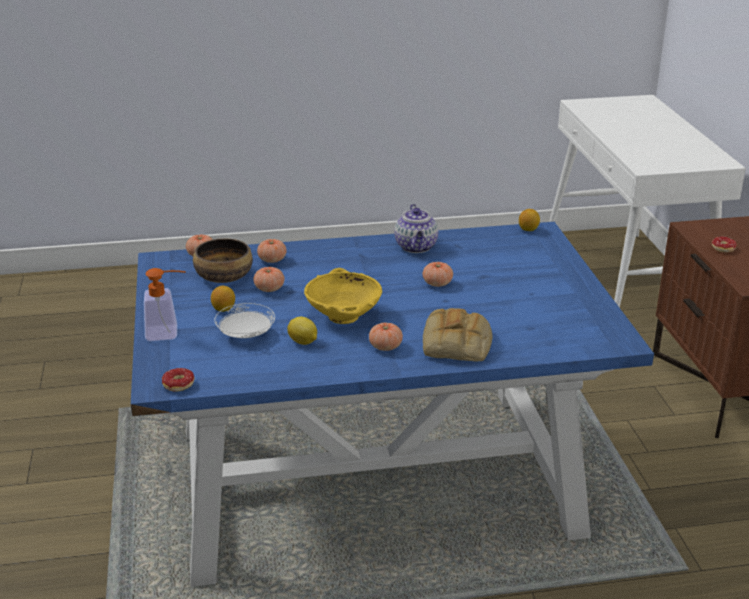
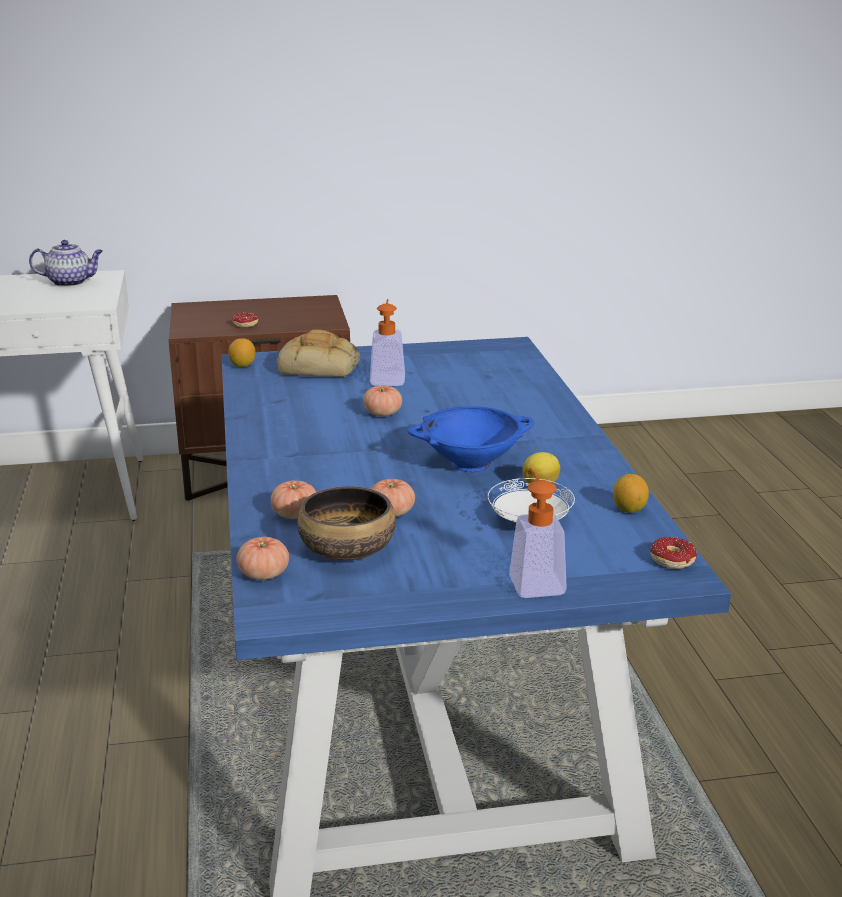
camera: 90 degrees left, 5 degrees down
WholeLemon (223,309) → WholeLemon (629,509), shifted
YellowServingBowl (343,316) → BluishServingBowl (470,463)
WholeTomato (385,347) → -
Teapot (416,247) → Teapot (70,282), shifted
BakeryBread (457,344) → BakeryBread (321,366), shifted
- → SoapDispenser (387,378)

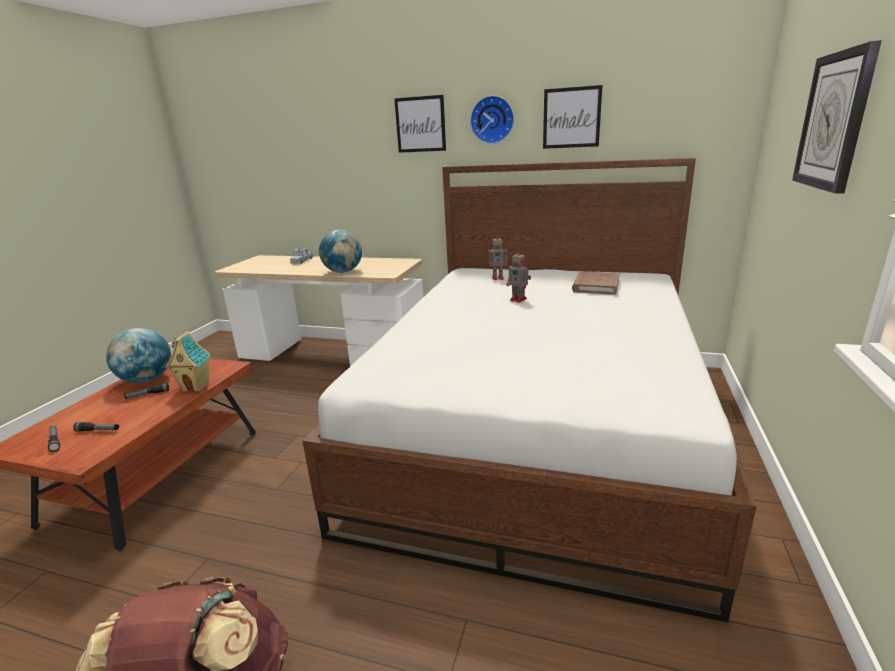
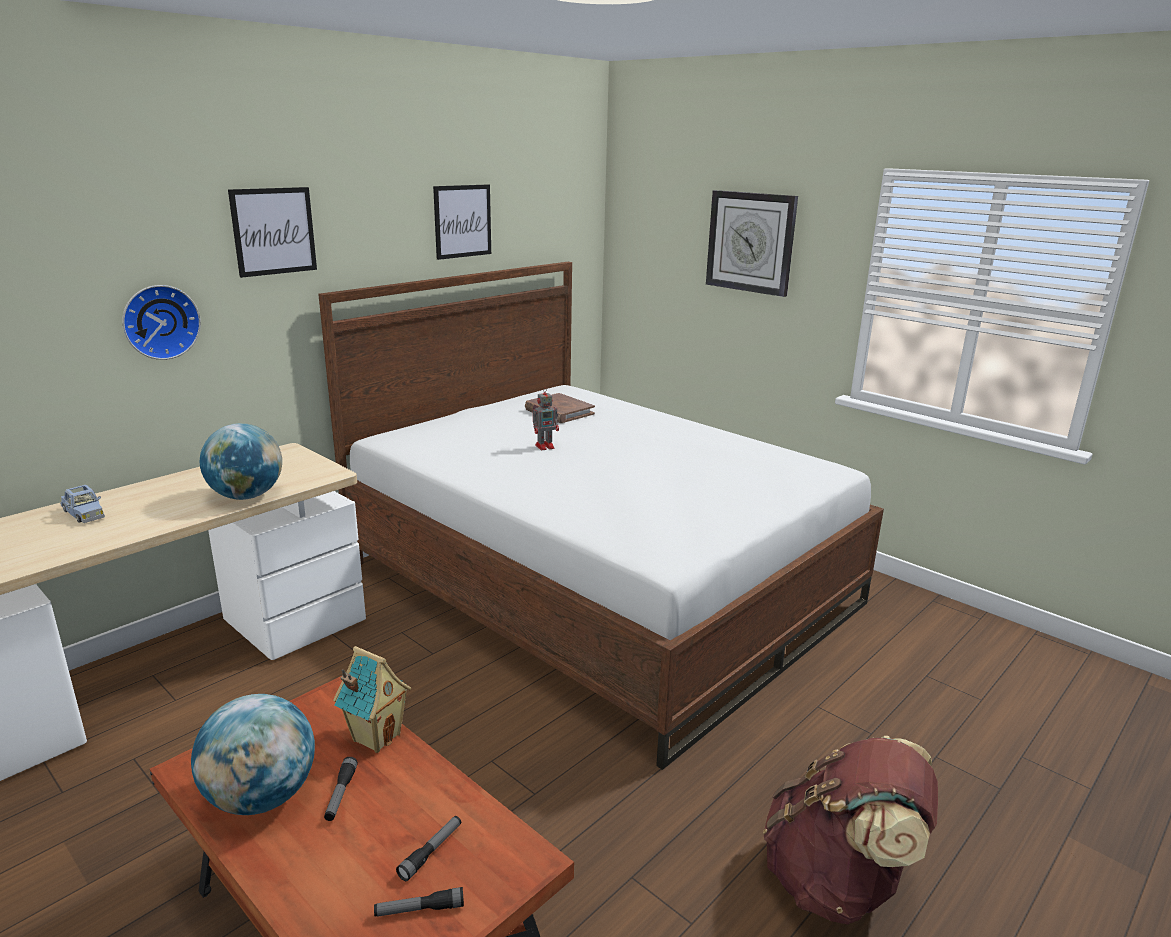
camera: 65 degrees left, 0 degrees up
ClockOnTheWall (492,120) → ClockOnTheWall (160,321), shifted
ToyRobot (498,278) → -

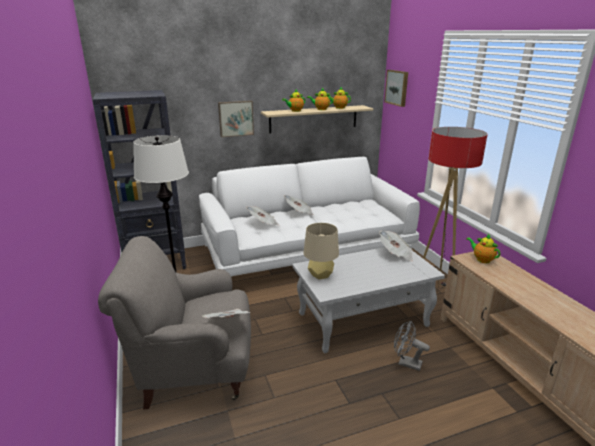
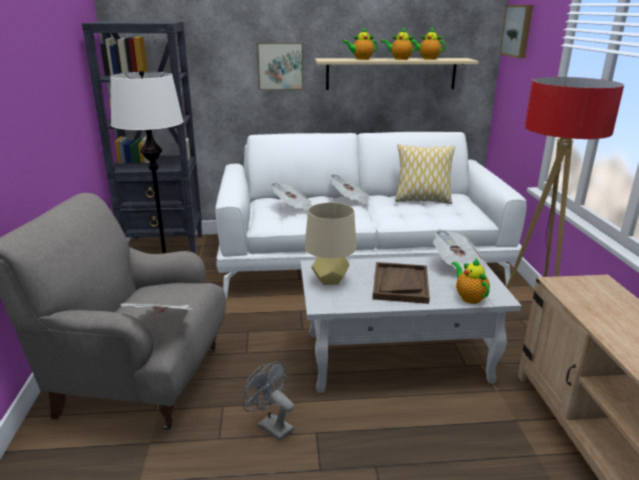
camera: 15 degrees right, 0 degrees up
GrayCoolingFan (406,363) → GrayCoolingFan (270,425), shifted
Teapot (482,259) → Teapot (469,297), shifted
- → BrownishServingTray (400,284)
- → Cushion (422,200)

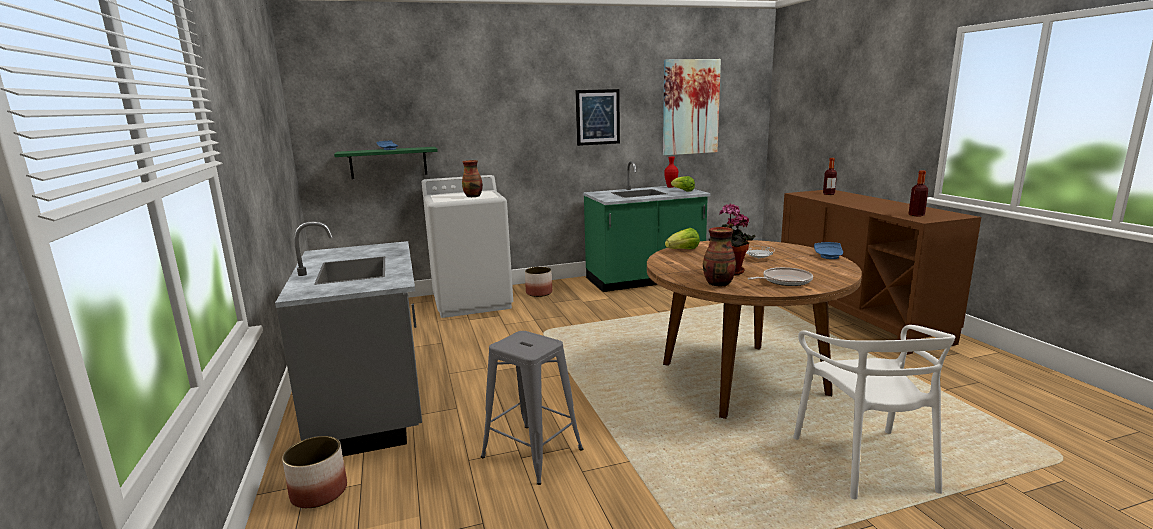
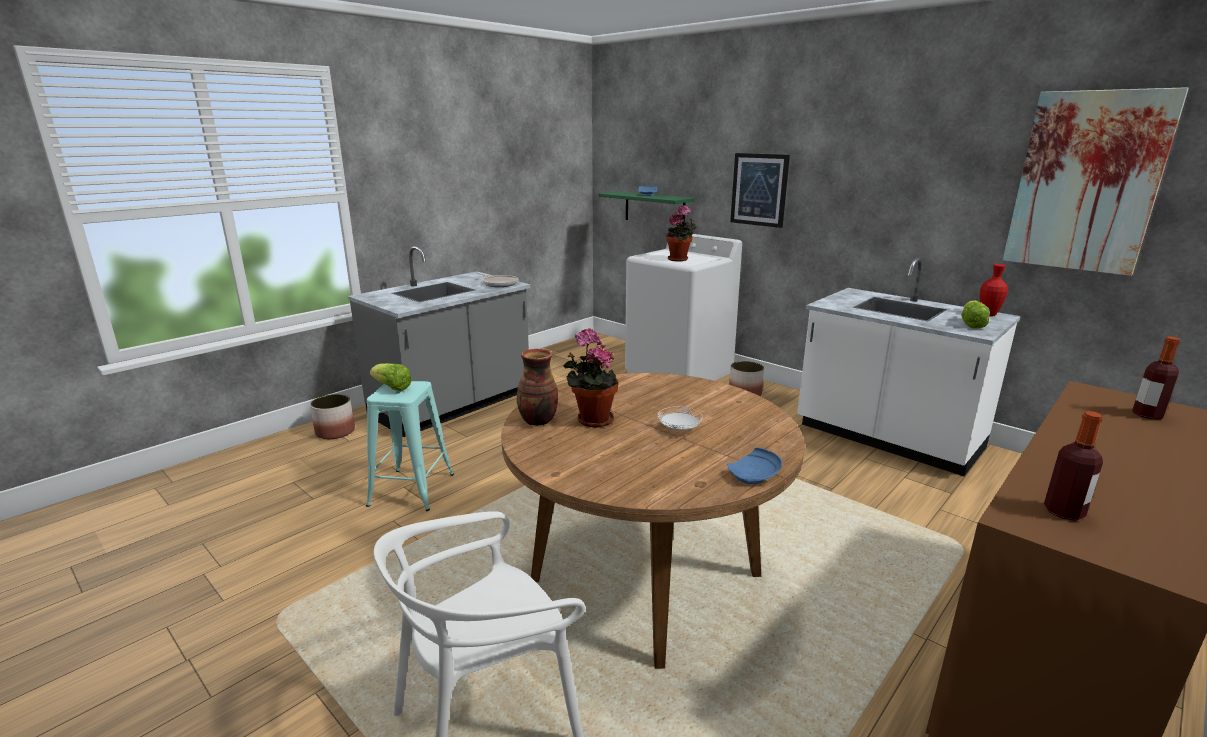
camera: 60 degrees right, 5 degrees up
FlowerVase (473,196) → PottedPlant (679,259)
GrayStool (532,453) → TurquoiseStool (412,489)
WallPicture (597,117) → WallPicture (759,189), shifted
GreenColouredCounter (644,280) → WhitishCounter (887,438)
LettuceHead (683,250) → LettuceHead (392,388), shifted
Pan (784,281) → Pan (499,284), shifted

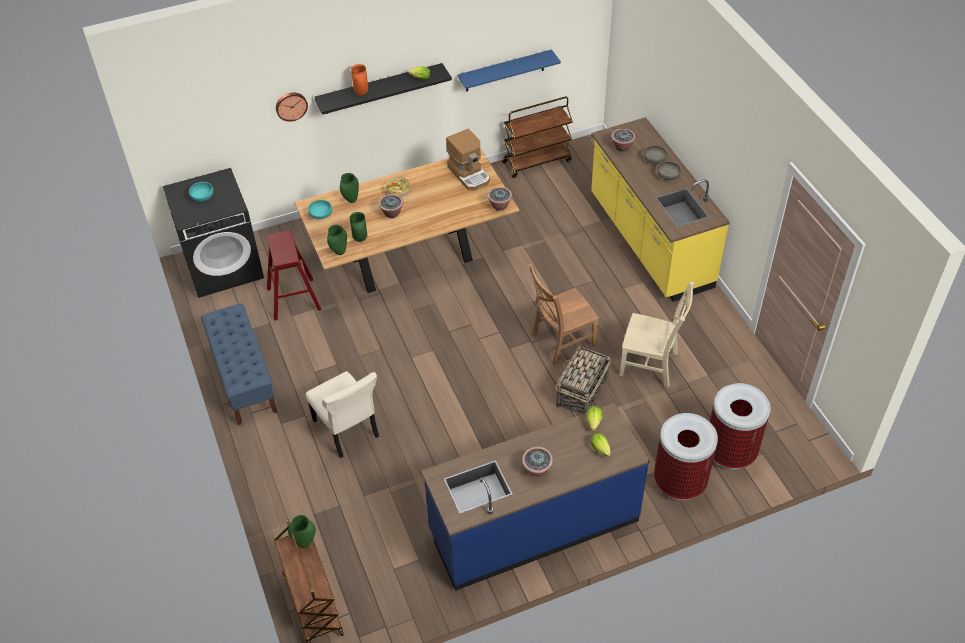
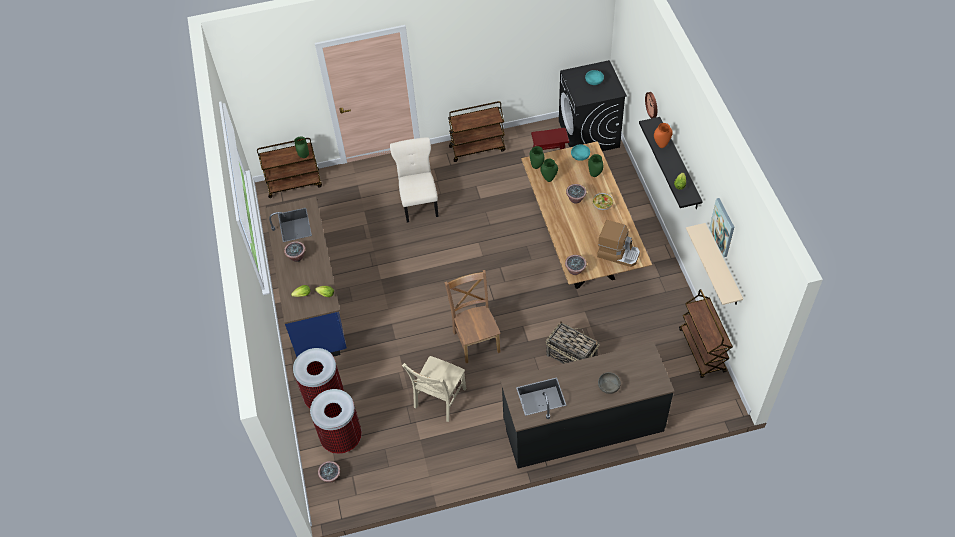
camera: 100 degrees right, 5 degrees up
BluishBench (243,378) → BrownishTrolley (477,148)
BeigeChair (347,431) → BeigeChair (419,203), 105 degrees clockwise
CoffeeMachine (469,174) → CoffeeMachine (618,253), 135 degrees counterclockwise
BluishBracketShelf (505,71) → BeigeBracketShelf (722,266)
HouseholdBasket (581,393) → HouseholdBasket (571,356), shifted
YellowCounter (649,241) → BlackColouredCounter (583,426)
PottedPlant (622,147) → PottedPlant (331,476), shifted
GrayServingBowl (668,176) → -
- → WallPicture (723,227)

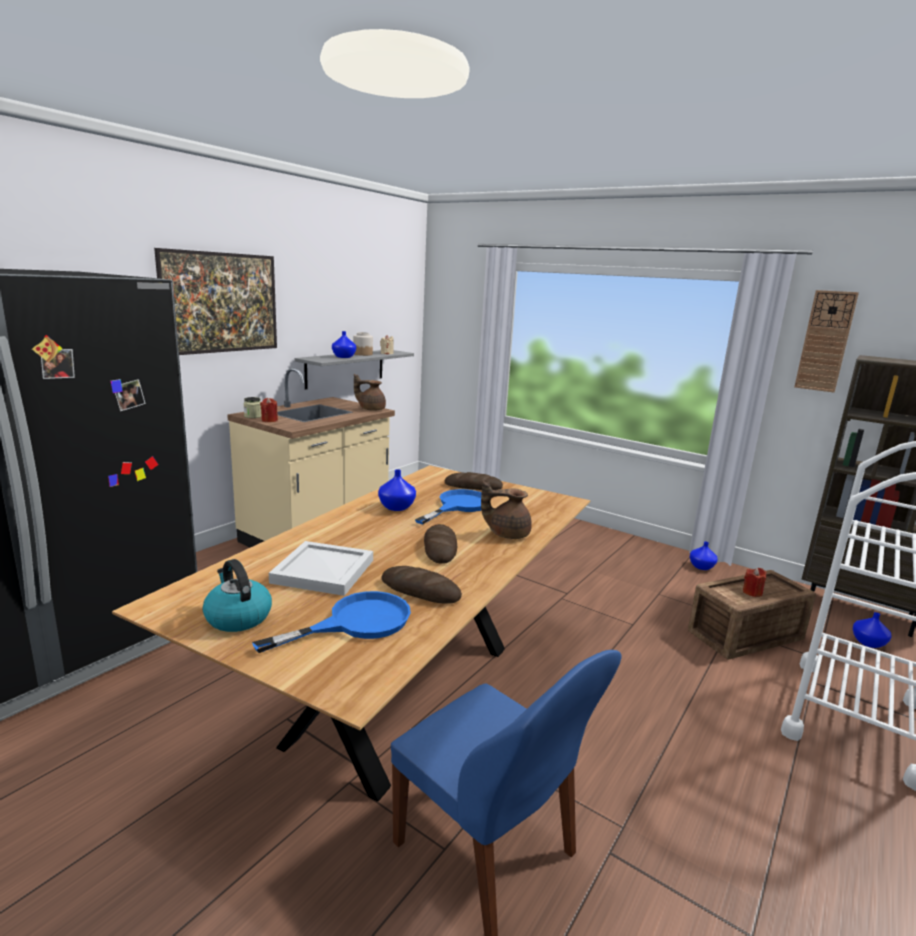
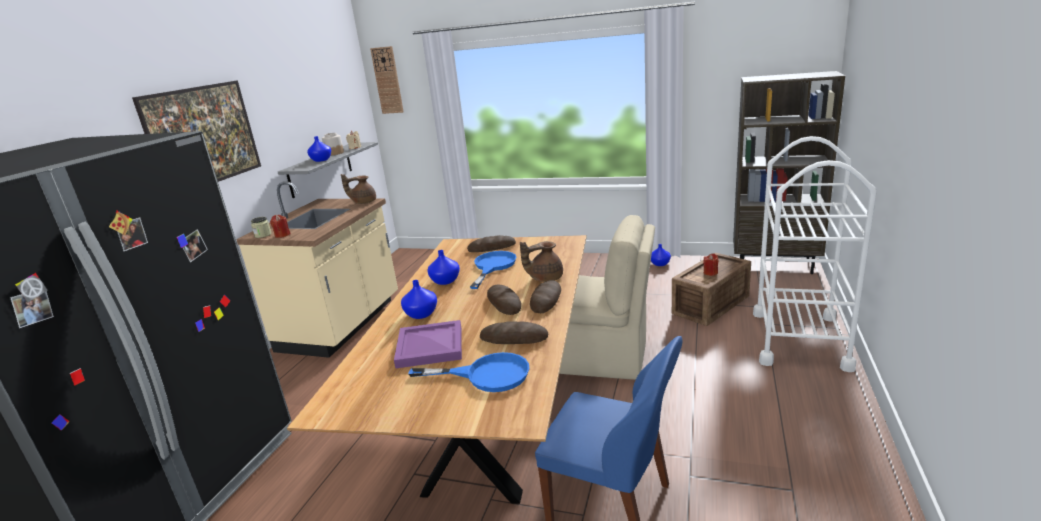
camera: 15 degrees left, 5 degrees up
TeaKettle (237,617) → -
BluishPan (356,622) → BluishPan (486,375), 60 degrees clockwise
WhitishServingTray (322,570) → PurpleServingTray (429,346)
ClockOnTheWall (825,341) → ClockOnTheWall (387,80), shifted
BluishFlowerVase (868,642) → BluishFlowerVase (421,314), shifted
- → BakeryBread (546,300)
- → BeigeChair (600,357)

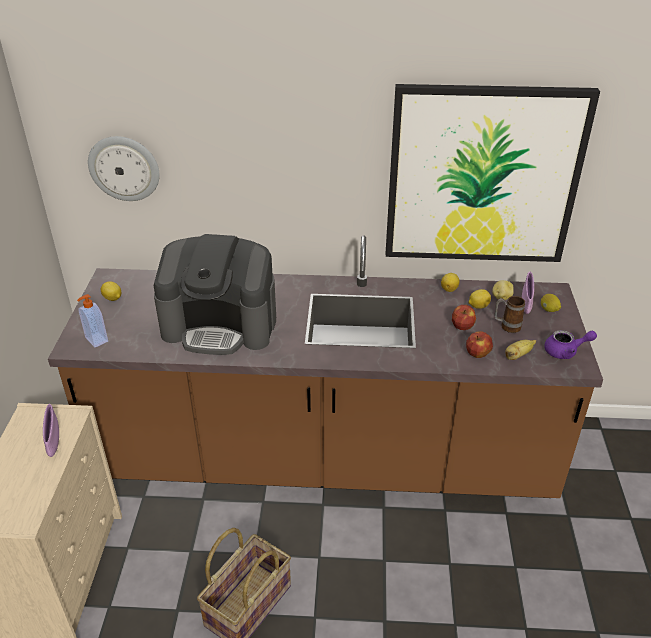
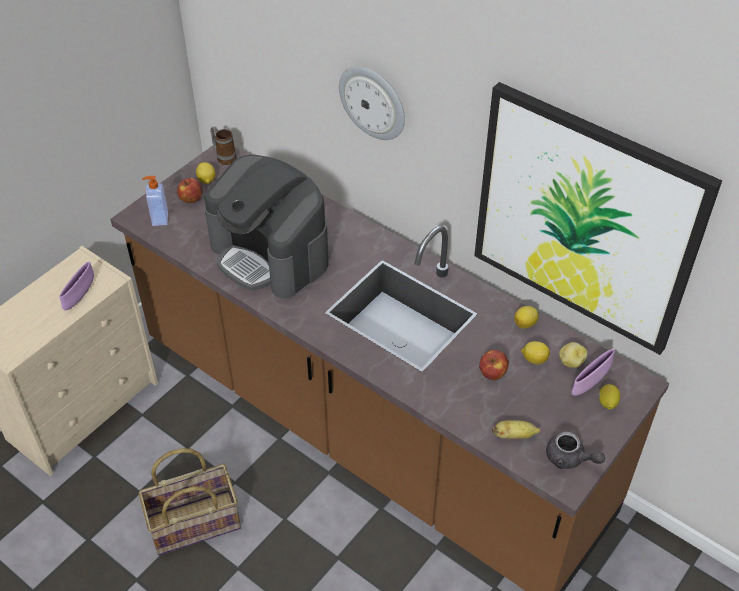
camera: 35 degrees right, 10 degrees up
ClockOnTheWall (124,168) → ClockOnTheWall (373,102), shifted
WholeApple (478,354) → WholeApple (191,199), shifted
Mug (506,326) → Mug (224,157), shifted
PurpleTeapot (565,352) → GrayTeapot (569,459)

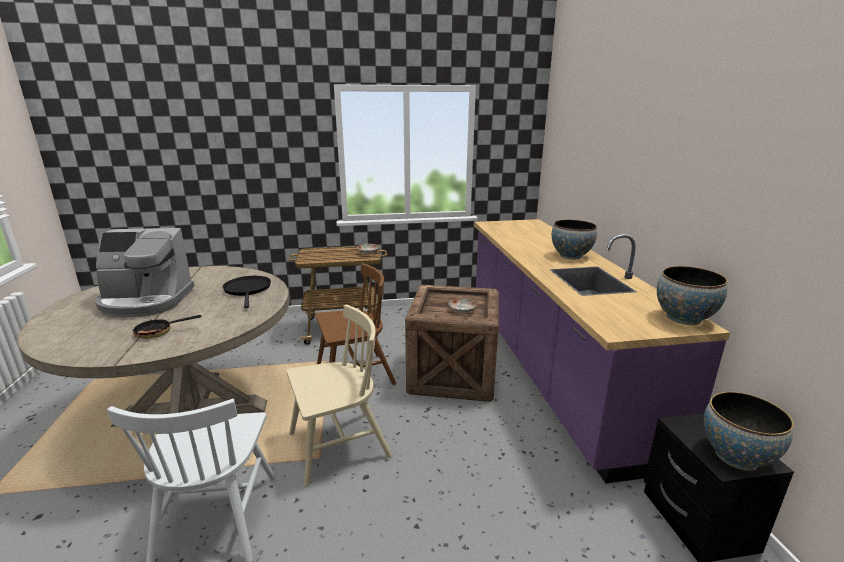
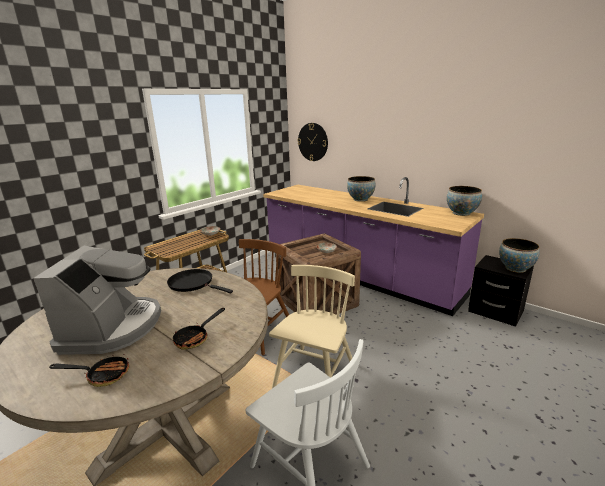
camera: 40 degrees left, 0 degrees up
CoffeeMachine (146,301) → CoffeeMachine (113,327), 45 degrees counterclockwise
- → Pan (102,375)
- → ClockOnTheWall (313,142)

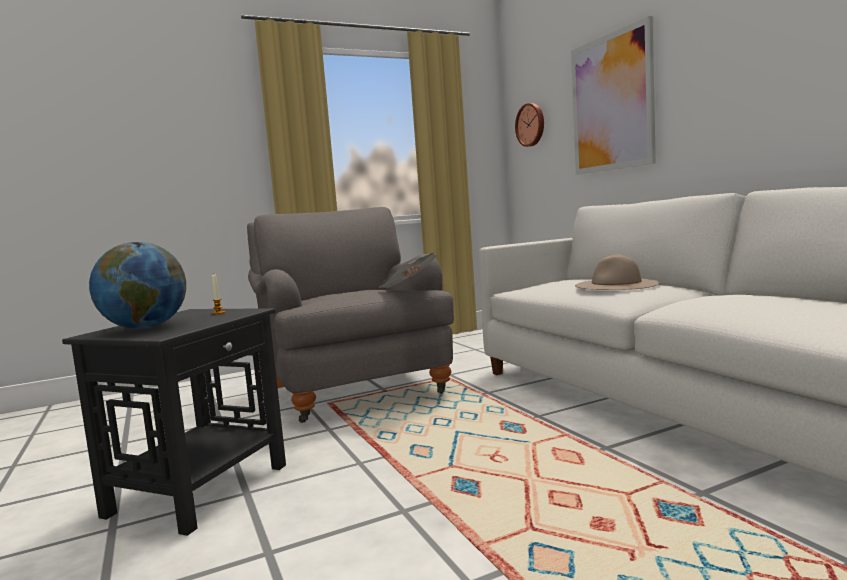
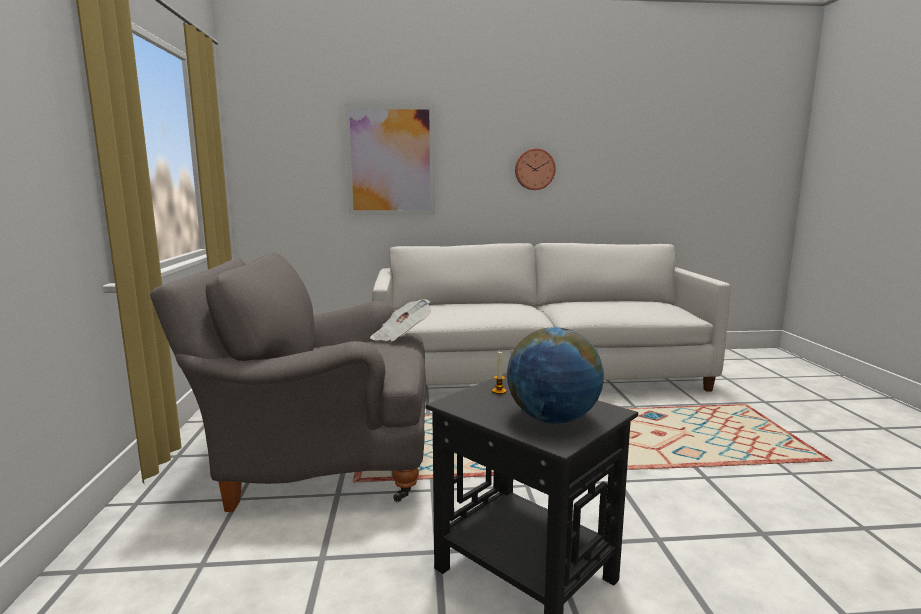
camera: 70 degrees left, 5 degrees up
ClockOnTheWall (531,125) → ClockOnTheWall (534,169), shifted
BeigeWearableHat (616,284) → -

